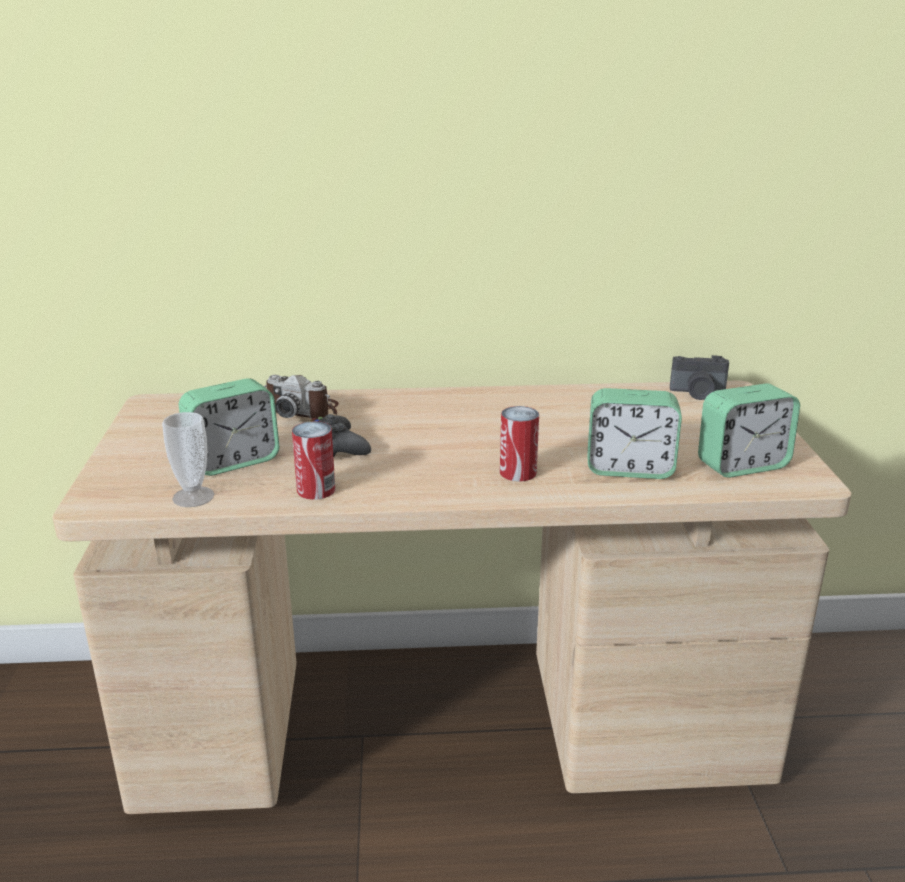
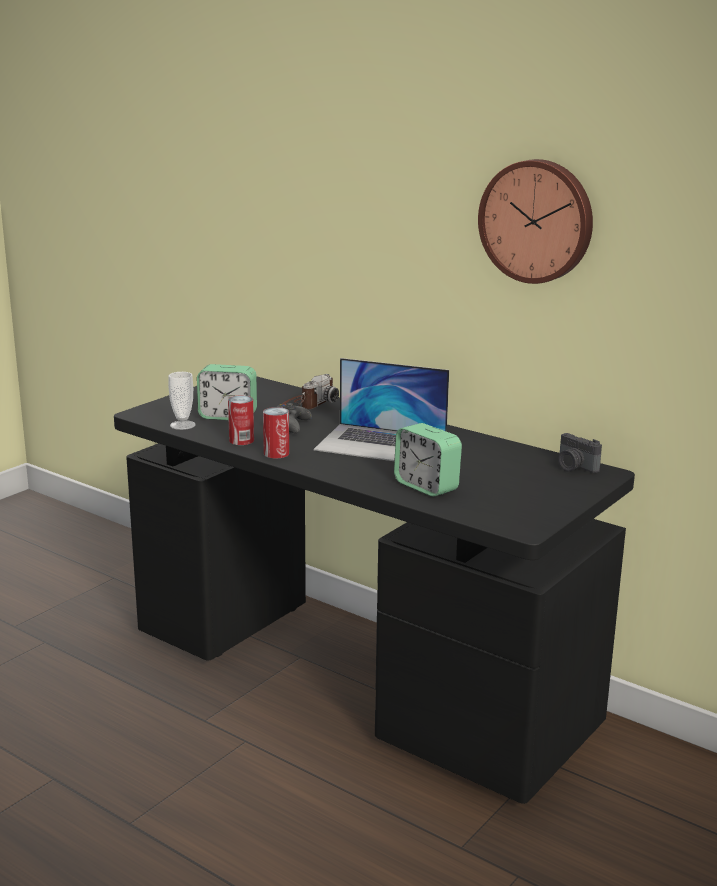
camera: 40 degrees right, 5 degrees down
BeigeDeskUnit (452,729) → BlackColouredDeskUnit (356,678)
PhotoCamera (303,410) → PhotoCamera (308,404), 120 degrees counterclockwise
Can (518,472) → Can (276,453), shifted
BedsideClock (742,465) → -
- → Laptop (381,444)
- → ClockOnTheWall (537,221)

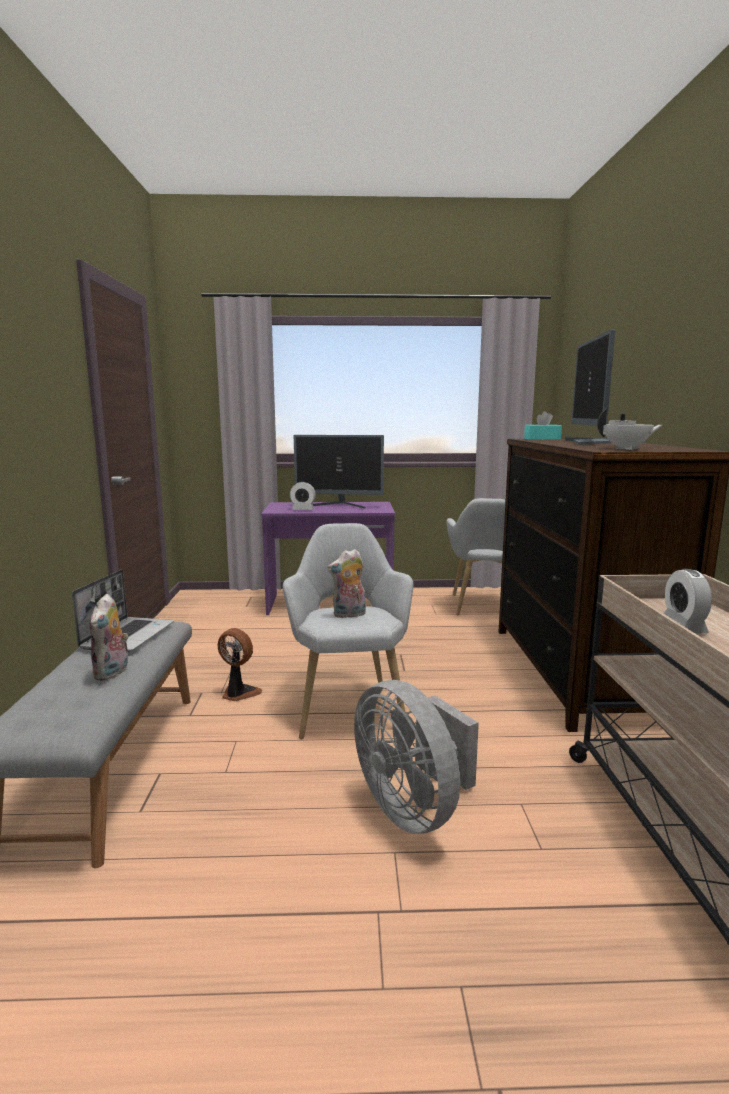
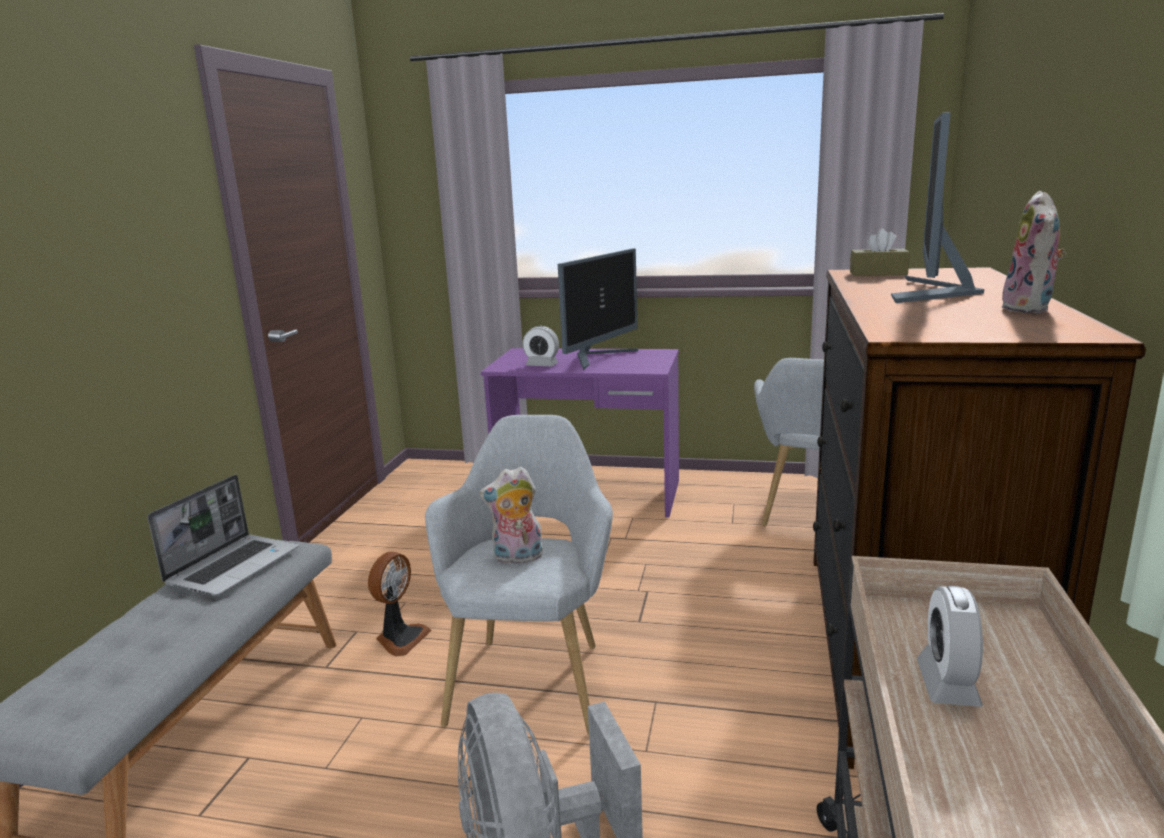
camera: 15 degrees right, 5 degrees up
SoftToy (113,673) → SoftToy (1030,309), shifted
CoolingFan (238,693) → CoolingFan (400,638), 75 degrees clockwise
ComputerDisplay (339,505) → ComputerDisplay (599,357), 75 degrees counterclockwise
TurquoiseBoxOfTissues (542,439) → BrownishBoxOfTissues (878,273)
WhitishTeapot (627,449) → -

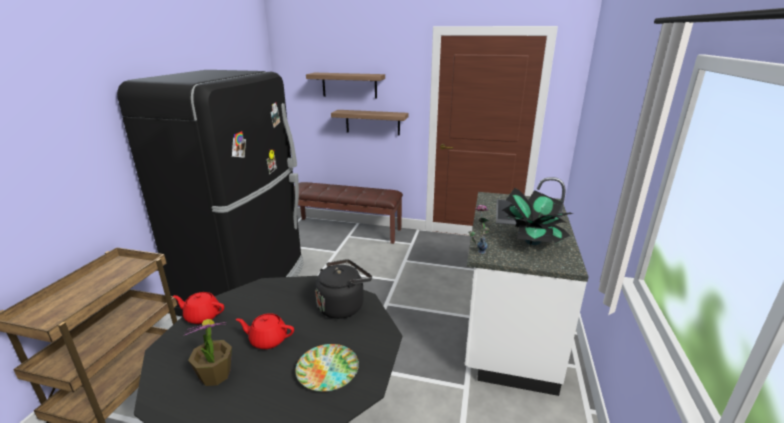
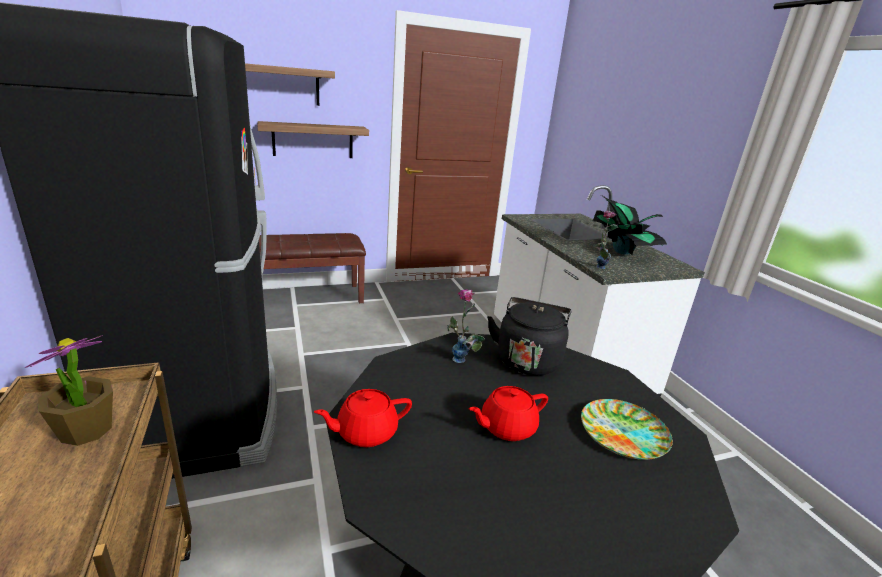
camera: 35 degrees left, 0 degrees up
PottedPlant (215,375) → PottedPlant (86,430), shifted
- → FlowerVase (462,365)

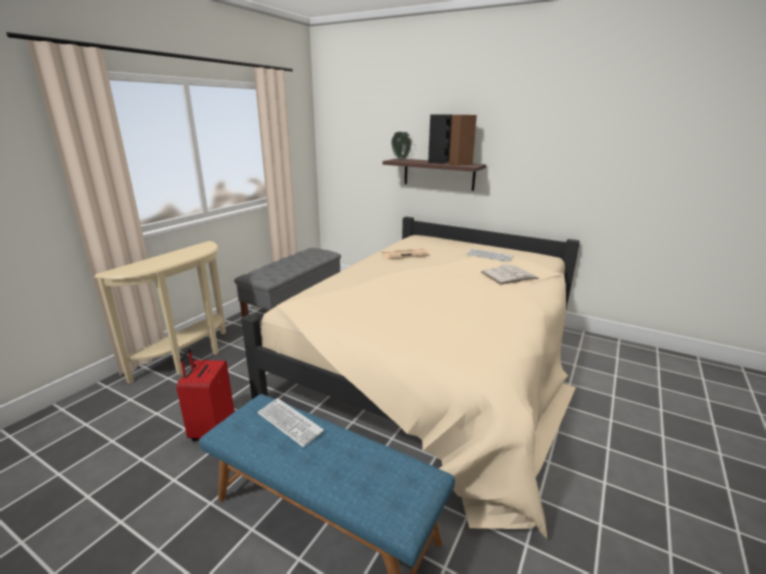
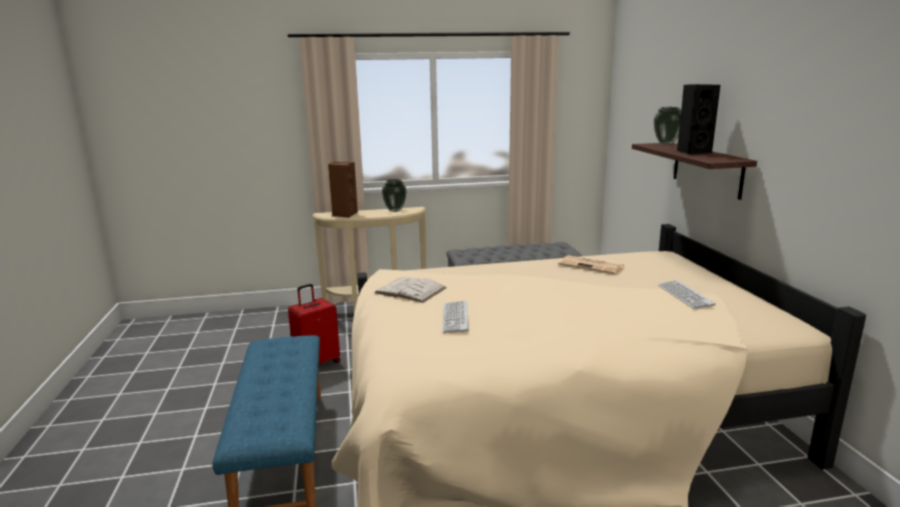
camera: 50 degrees right, 5 degrees down
Keyboard (289,422) → Keyboard (455,318), shifted
BrownishSpeaker (459,164) → BrownishSpeaker (344,214), shifted
WhitishBook (509,275) → WhitishBook (410,290), shifted
- → FlowerVase (395,210)

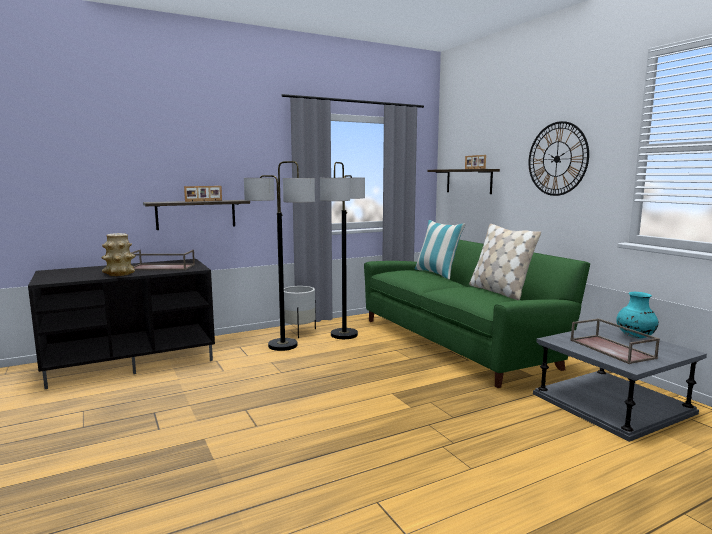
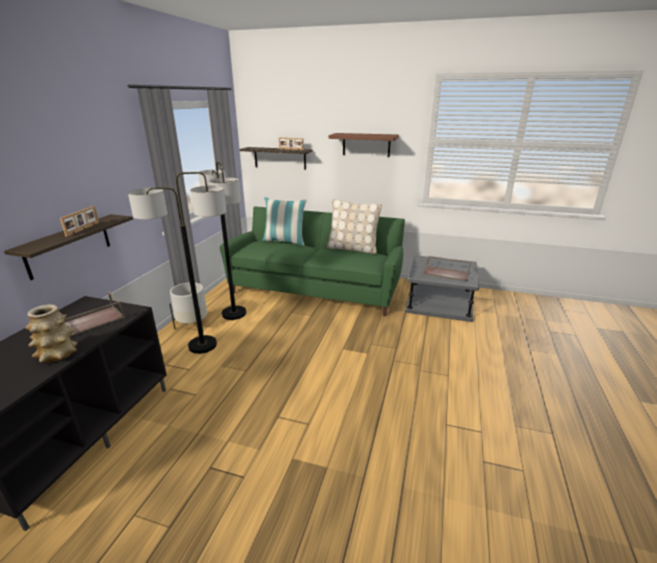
camera: 45 degrees left, 15 degrees up
ClockOnTheWall (557,159) → BrownishBracketShelf (366,144)
TurquoiseFlowerVase (635,337) → -

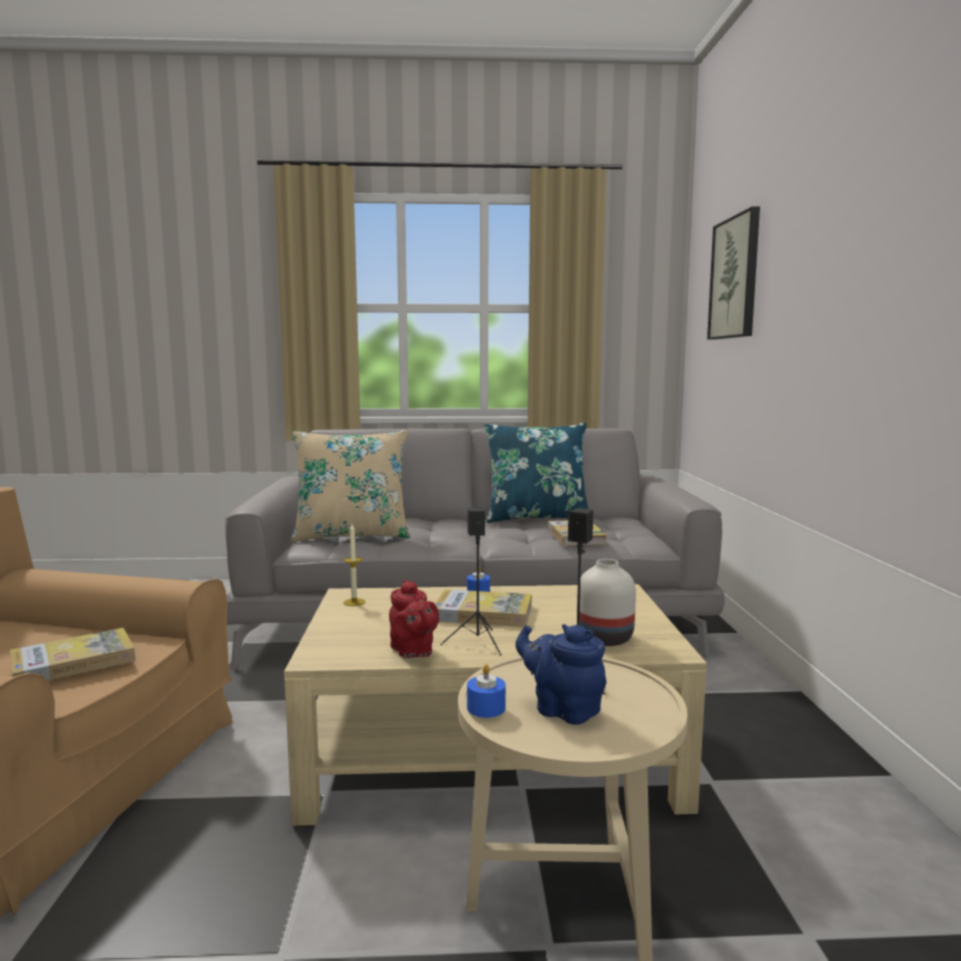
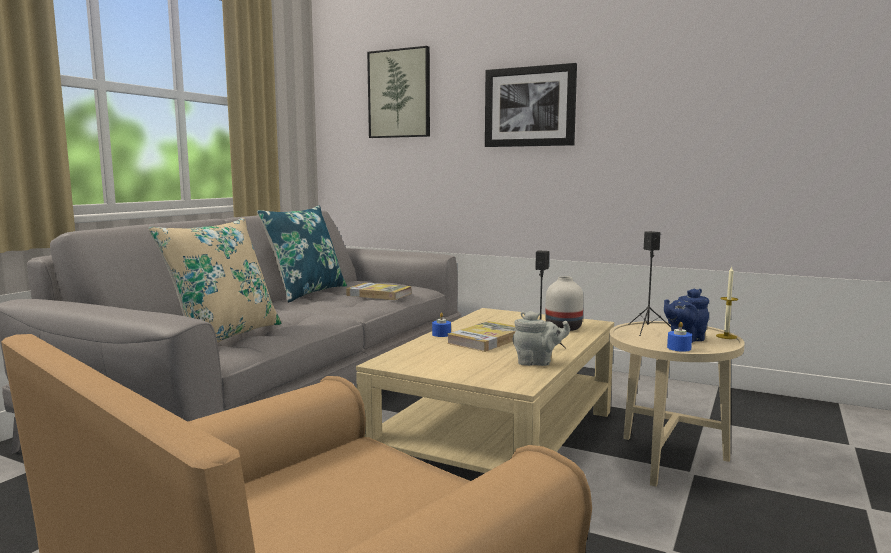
camera: 60 degrees left, 0 degrees up
Book (73,662) → -
Candle (354,602) → Candle (726,336), shifted
RedColouredTeapot (413,652) → GrayTeapot (537,363)
- → WallPicture (529,107)

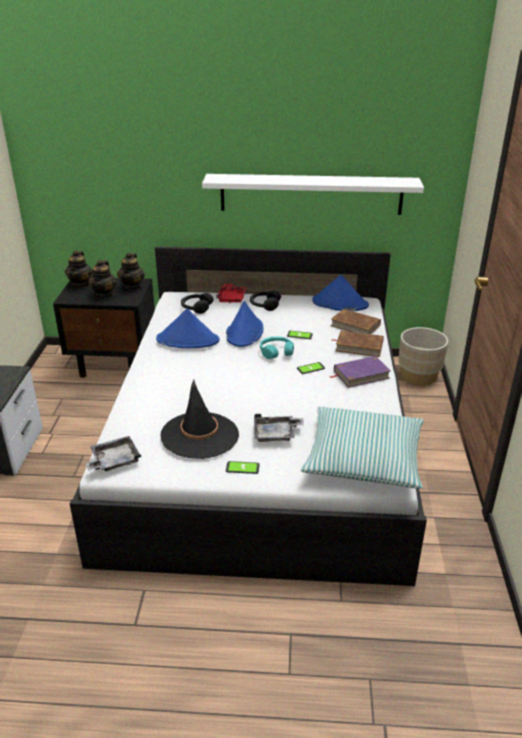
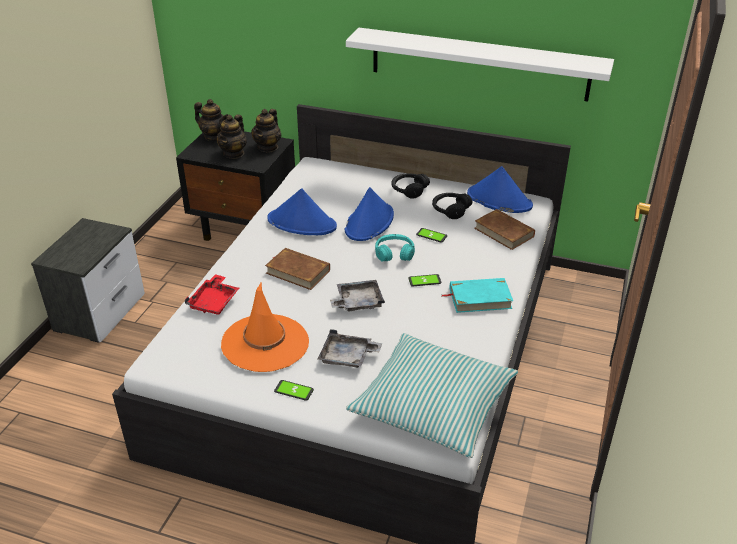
camera: 15 degrees right, 5 degrees up
Teapot (81,284) → Teapot (214,137), 75 degrees counterclockwise
GrayServingTray (114,461) → GrayServingTray (358,302), shifted
BlackColouredWearableHat (200,435) → OrangeWearableHat (265,343)
BlackColouredPairOfHeadphones (196,308) → BlackColouredPairOfHeadphones (450,210), shifted
RedColouredServingTray (231,298) → RedColouredServingTray (214,302), shifted
PurpleBook (361,374) → TurquoiseBook (479,298)
BrownishBook (359,346) → BrownishBook (298,271), shifted
BeigeFlowerPot (418,375) → -

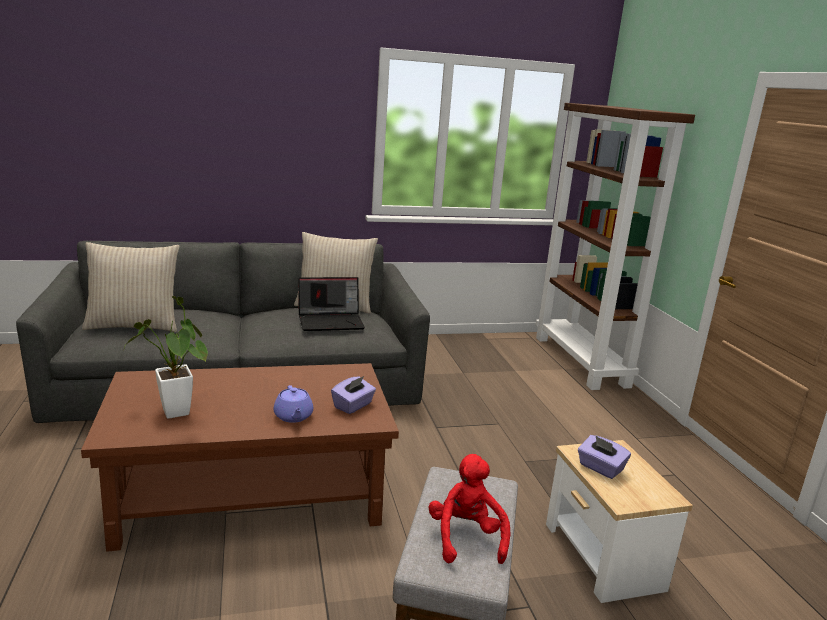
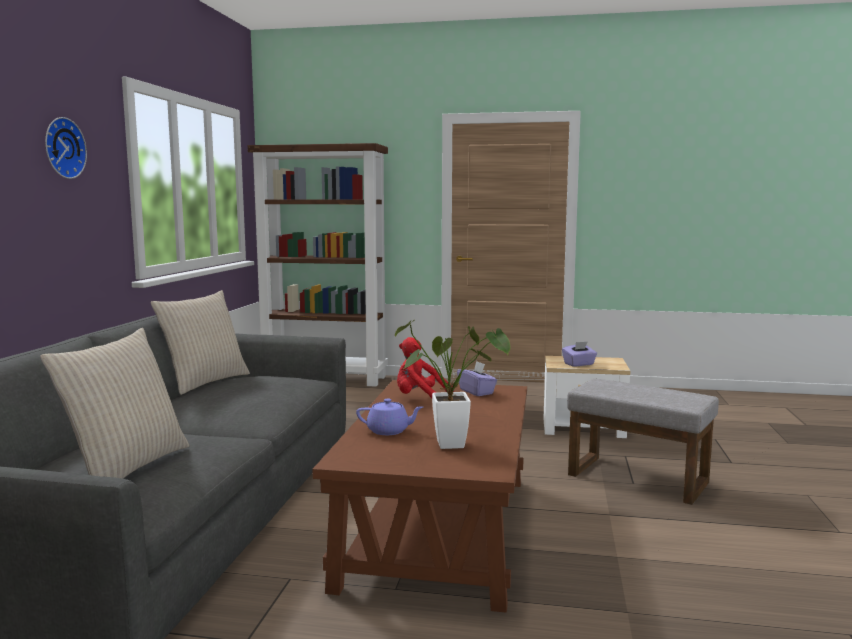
camera: 65 degrees left, 10 degrees down
PurpleTeapot (293,416) → PurpleTeapot (389,431), shifted
Laptop (331,321) → -
RedColouredSoftToy (466,537) → RedColouredSoftToy (420,399), shifted
- → ClockOnTheWall (62,148)

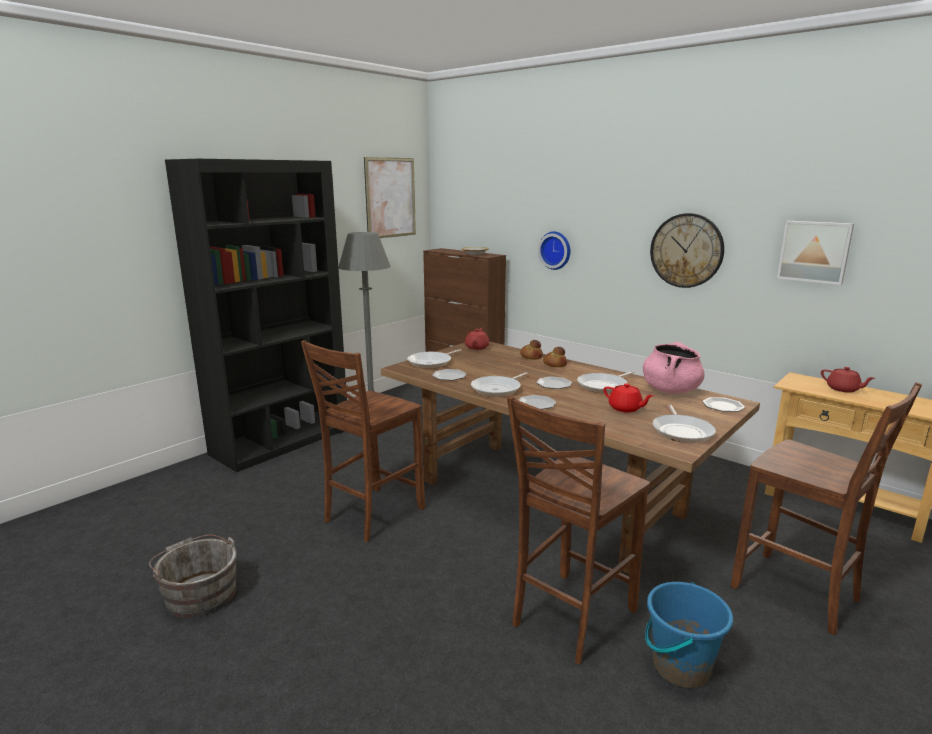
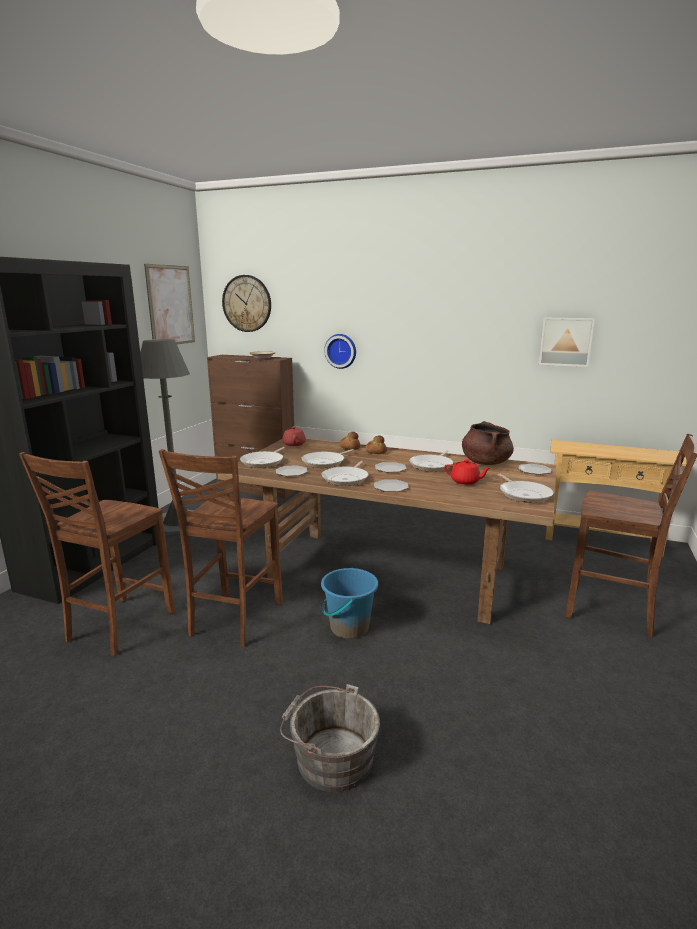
camera: 20 degrees left, 0 degrees up
GrayPail (199,593) → GrayPail (330,757), shifted
BrownishChair (570,617) → BrownishChair (118,626), shifted
PinkStockpot (670,390) → BrownishStockpot (485,462)
BluishPail (680,667) → BluishPail (349,627), shifted
ClockOnTheWall (686,250) → ClockOnTheWall (247,303), shifted
RedColouredTeapot (843,389) → -
- → Pan (325,462)

